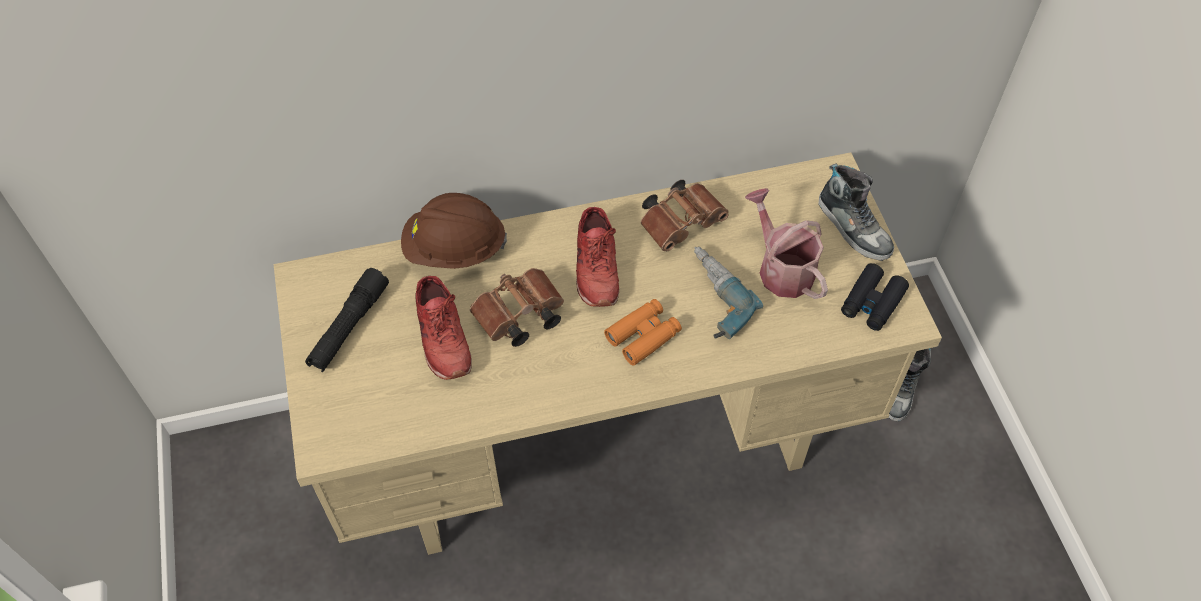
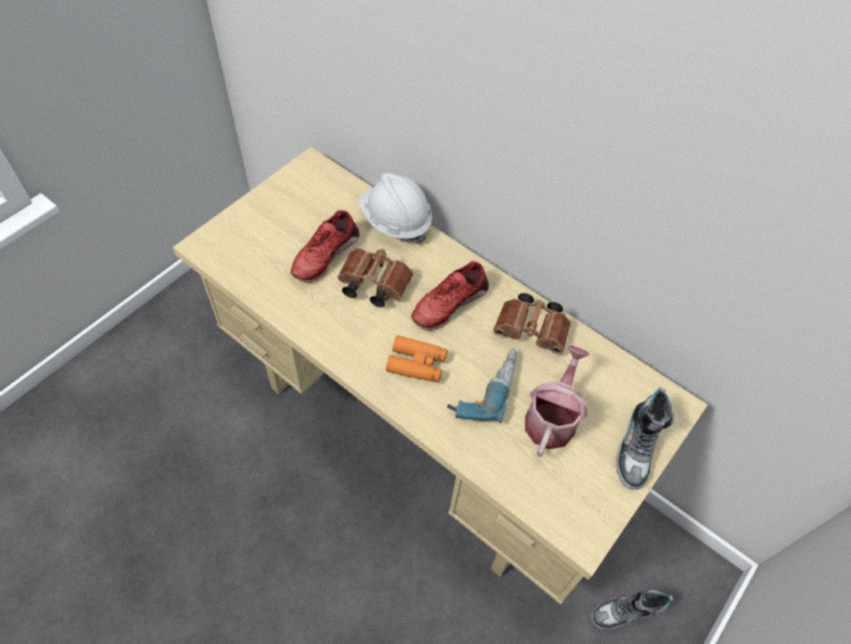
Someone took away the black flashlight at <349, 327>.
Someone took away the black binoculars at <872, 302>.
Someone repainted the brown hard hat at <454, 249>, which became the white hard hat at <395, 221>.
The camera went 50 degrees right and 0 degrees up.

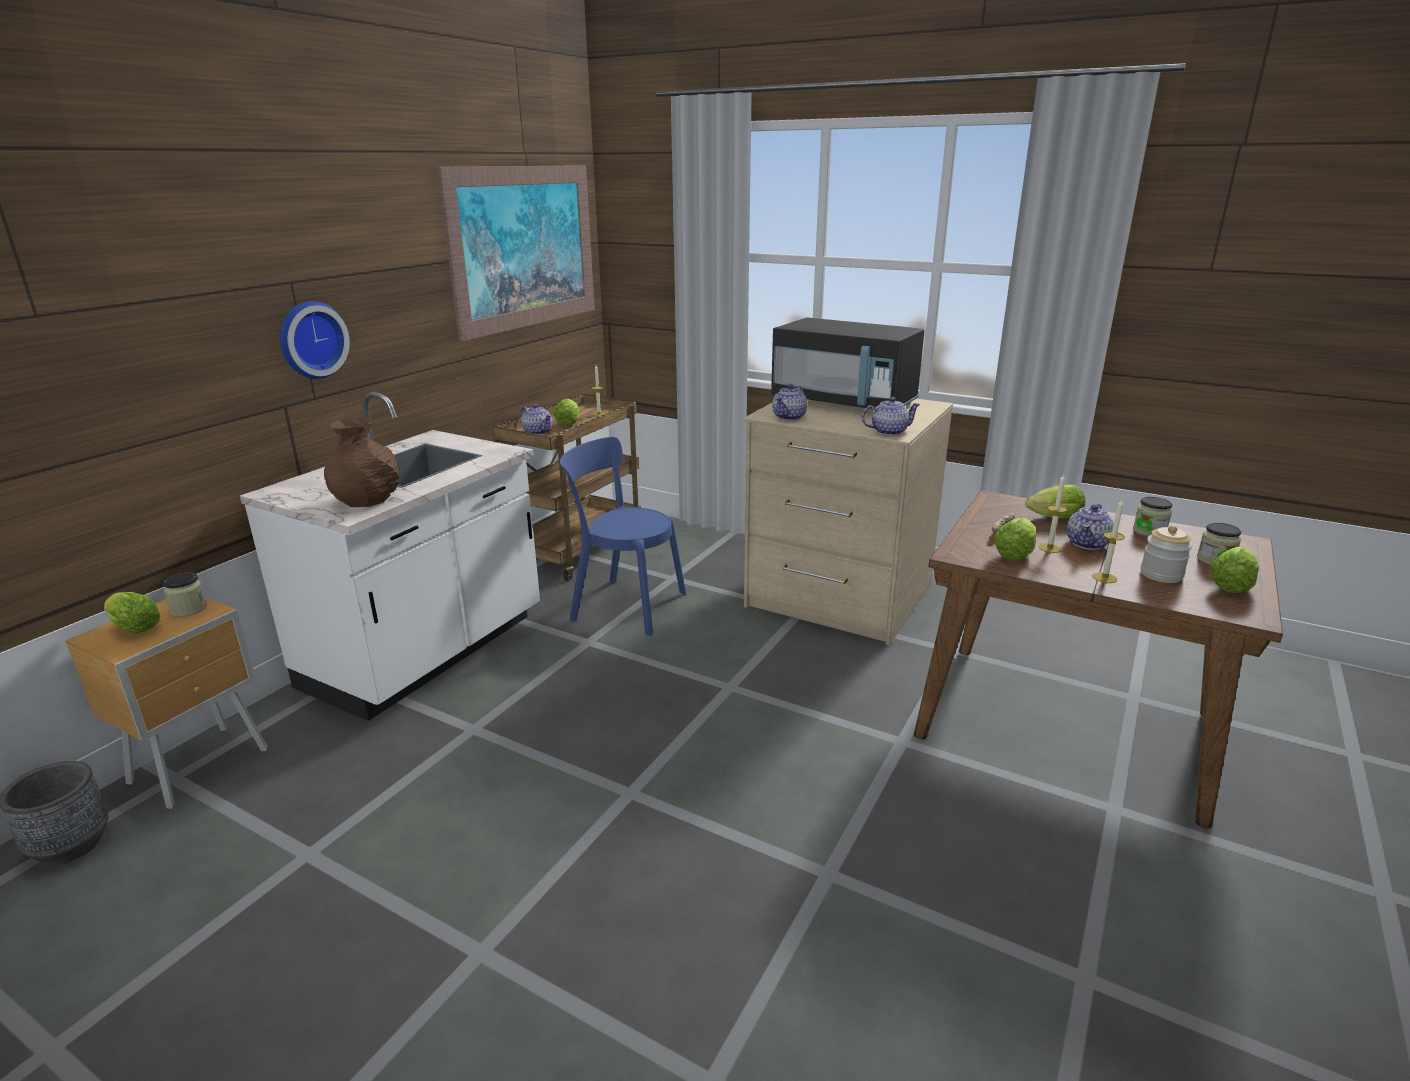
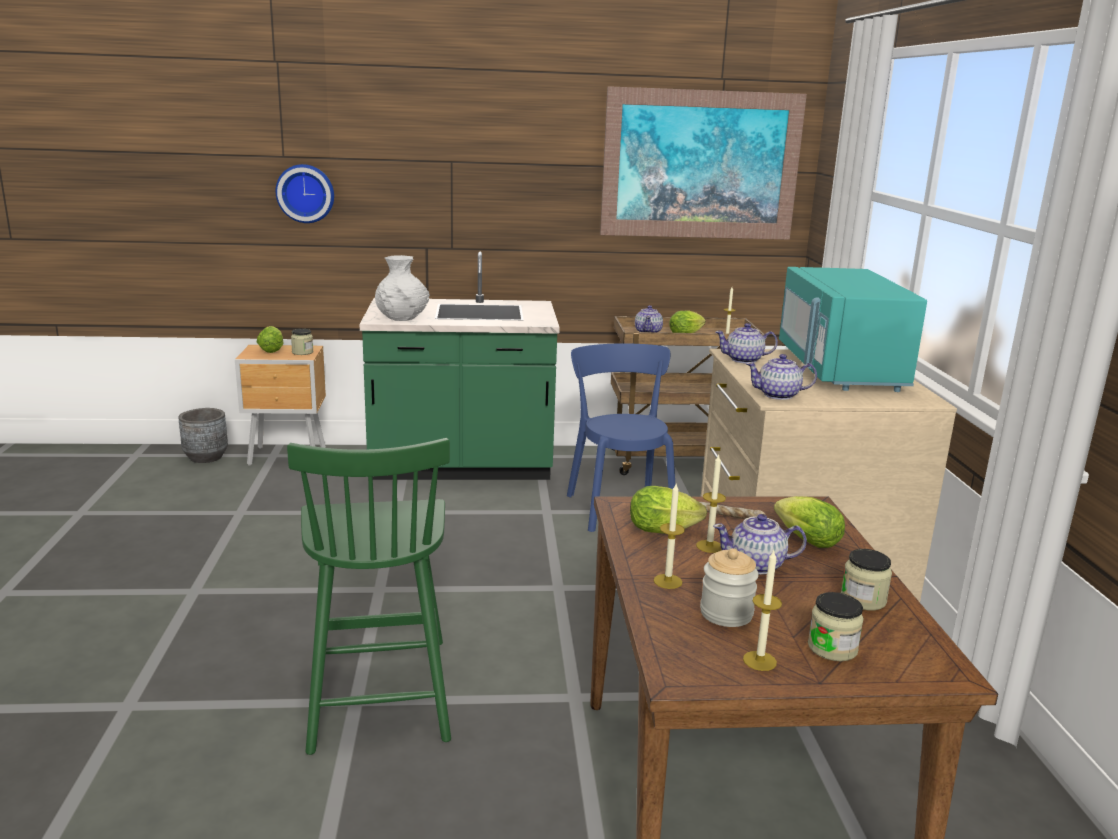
Someone put down the green chair at <379, 690>.
Someone carried the wall clock from <310, 339> to <306, 193>.
Someone swapped the lettuce at <1230, 585> for the candle at <759, 661>.
Someone repainted the white counter at <427, 653>, which became the green counter at <462, 467>.
Someone repainted the brown vase at <368, 500>, which became the white vase at <403, 318>.
Someone repainted the black microwave at <844, 403>, which became the turquoise microwave at <839, 370>.
Someone rotated the teapot at <888, 431> by 135 degrees clockwise.
The camera went 55 degrees right and 5 degrees down.

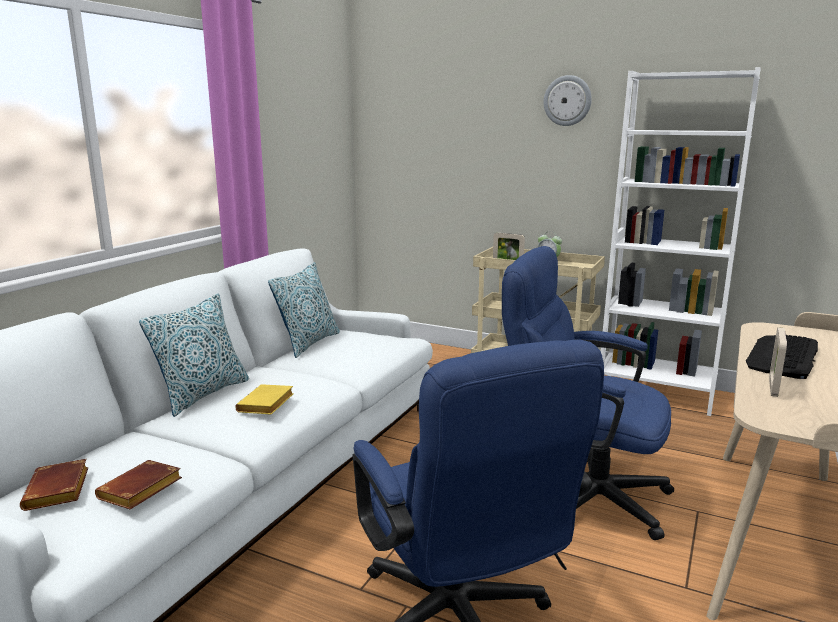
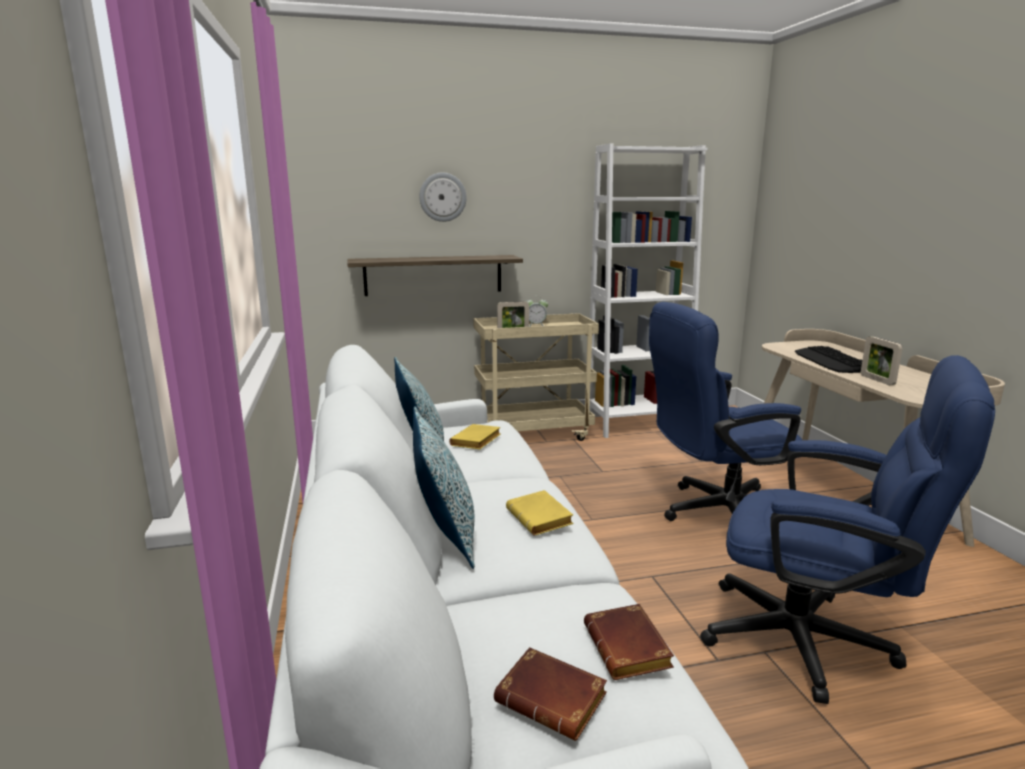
Someone put up the shelf at <433, 275>.
Someone put down the yellow book at <476, 442>.
Someone carried the wall clock from <567, 100> to <442, 197>.
The camera went 40 degrees left and 0 degrees up.

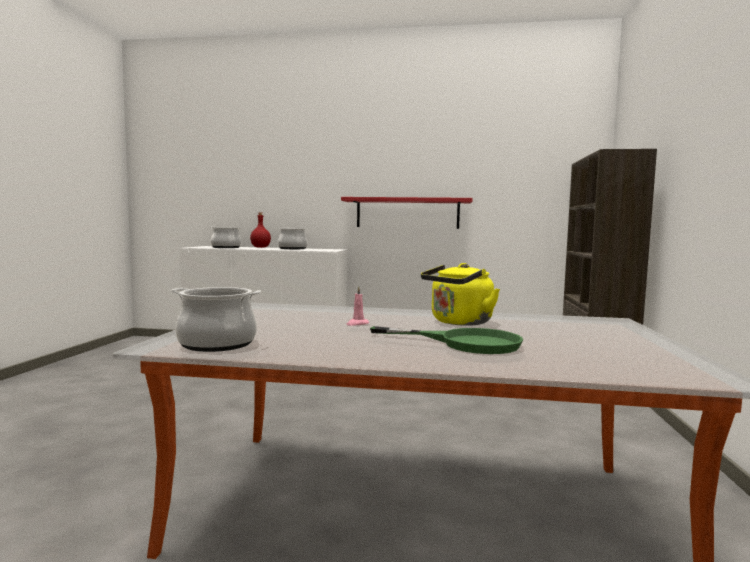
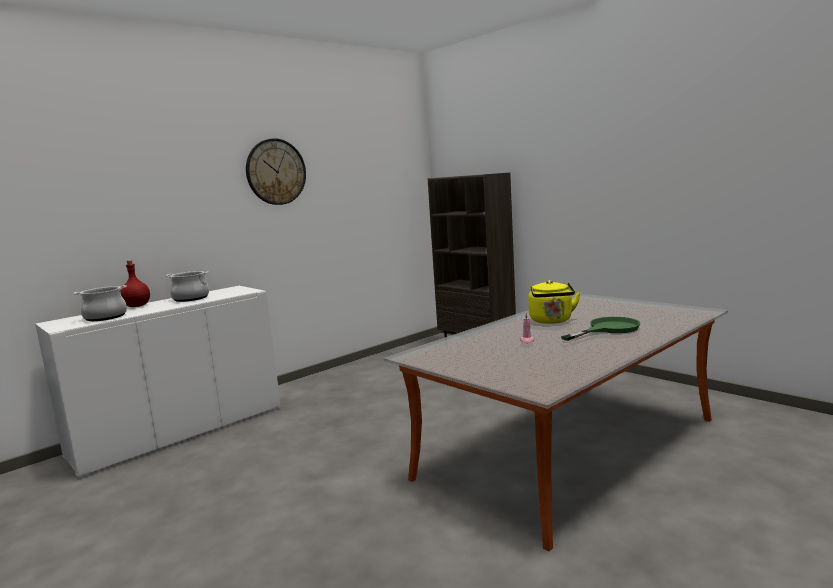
Someone took away the cooking pot at <217, 344>.
Someone took away the red shelf at <407, 213>.
Someone put up the wall clock at <276, 172>.
The camera went 50 degrees left and 5 degrees up.

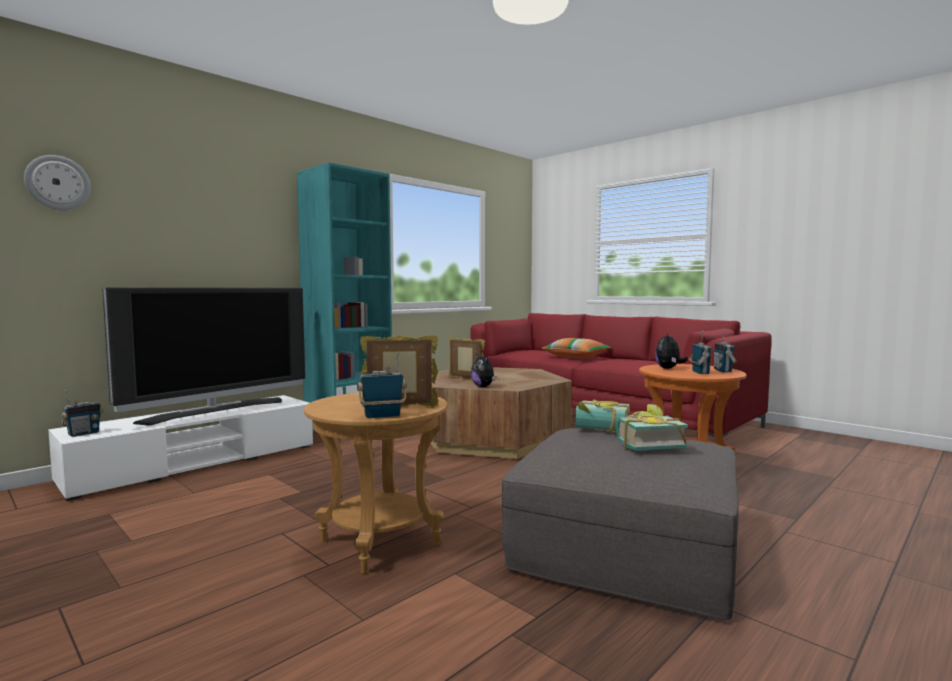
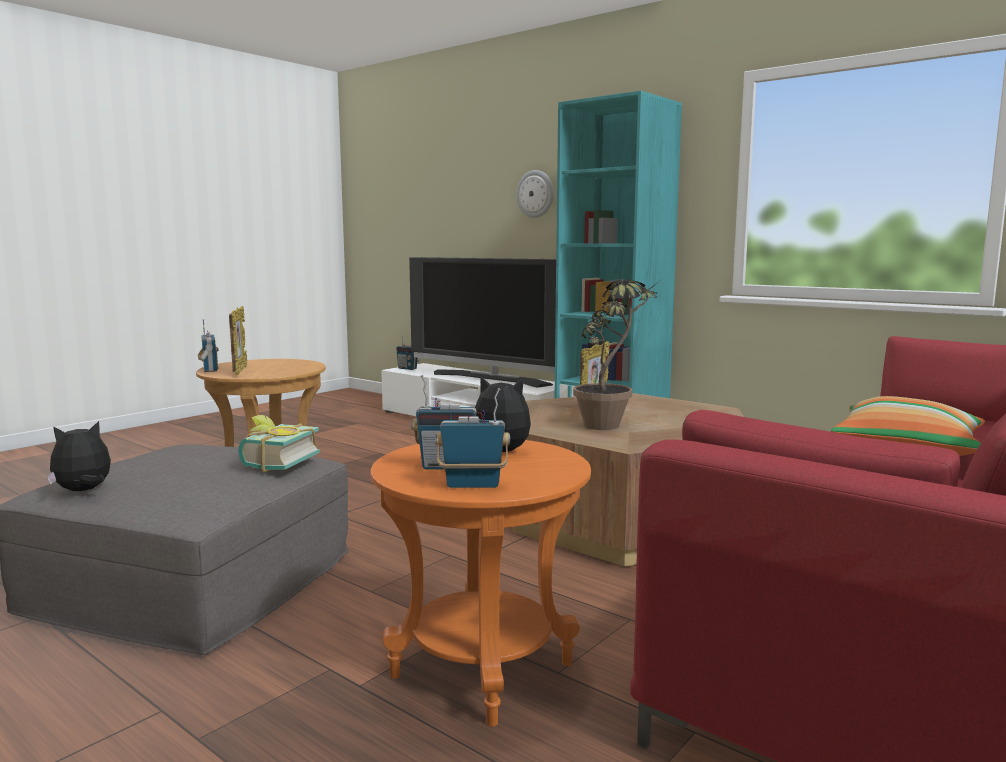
Someone took away the book at <647, 445>.
Someone put down the potted plant at <611, 424>.
Someone carried the wall clock from <58, 183> to <535, 194>.
Someone carried the plush toy from <483, 387> to <84, 491>.
The camera went 85 degrees right and 5 degrees up.

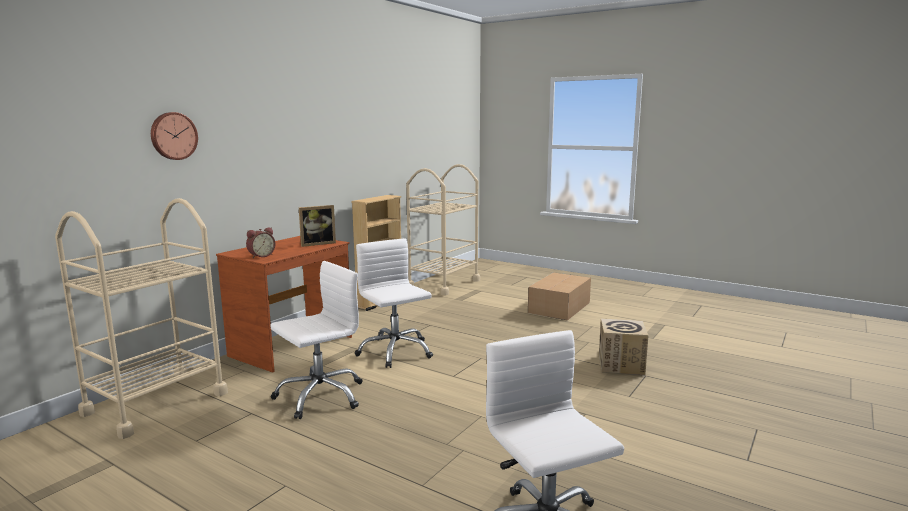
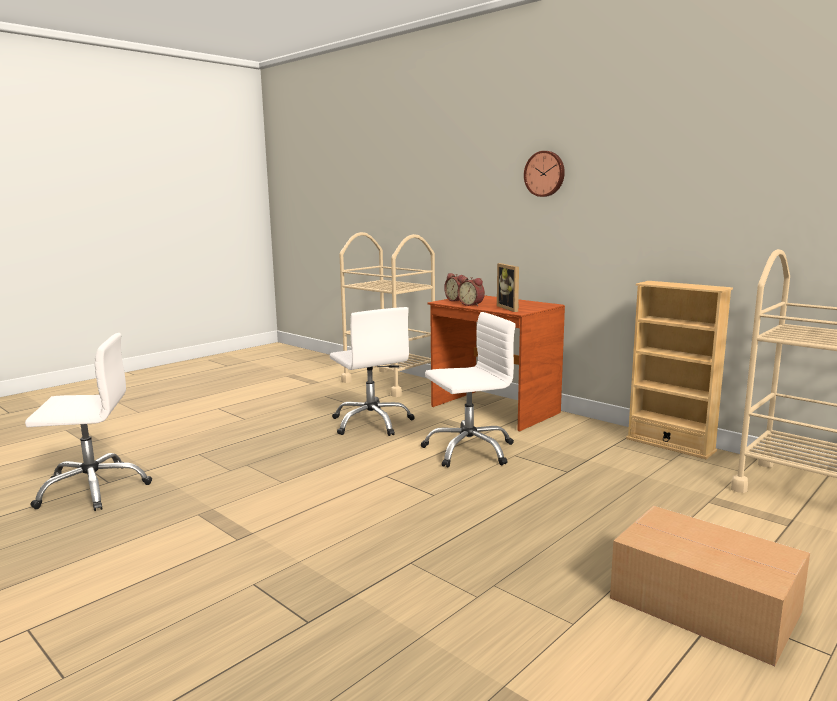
Someone took away the cardboard box at <621, 365>.
Someone put down the alarm clock at <472, 305>.
Someone carried the wall clock from <173, 136> to <545, 174>.
The camera went 100 degrees right and 0 degrees up.

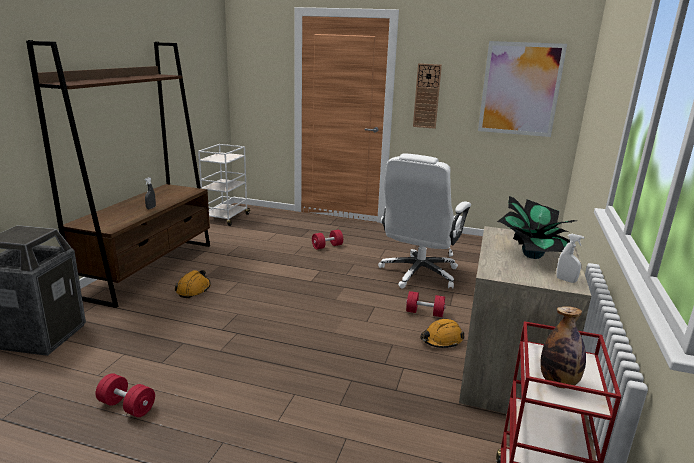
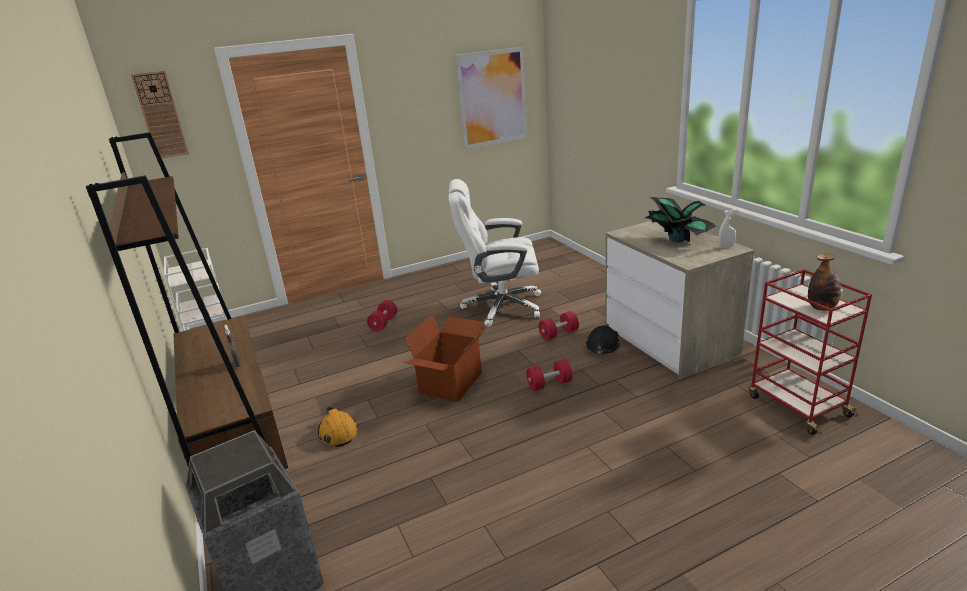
Someone put down the cardboard box at <452, 383>.
Someone carried the red dumbbell from <127, 406> to <549, 384>.
Someone carried the wall clock from <427, 96> to <161, 115>.
Someone repainted the orange hard hat at <441, 340>, which became the black hard hat at <602, 346>.
Someone rotated the white office chair at <418, 274> by 105 degrees clockwise.
The camera went 40 degrees left and 5 degrees up.

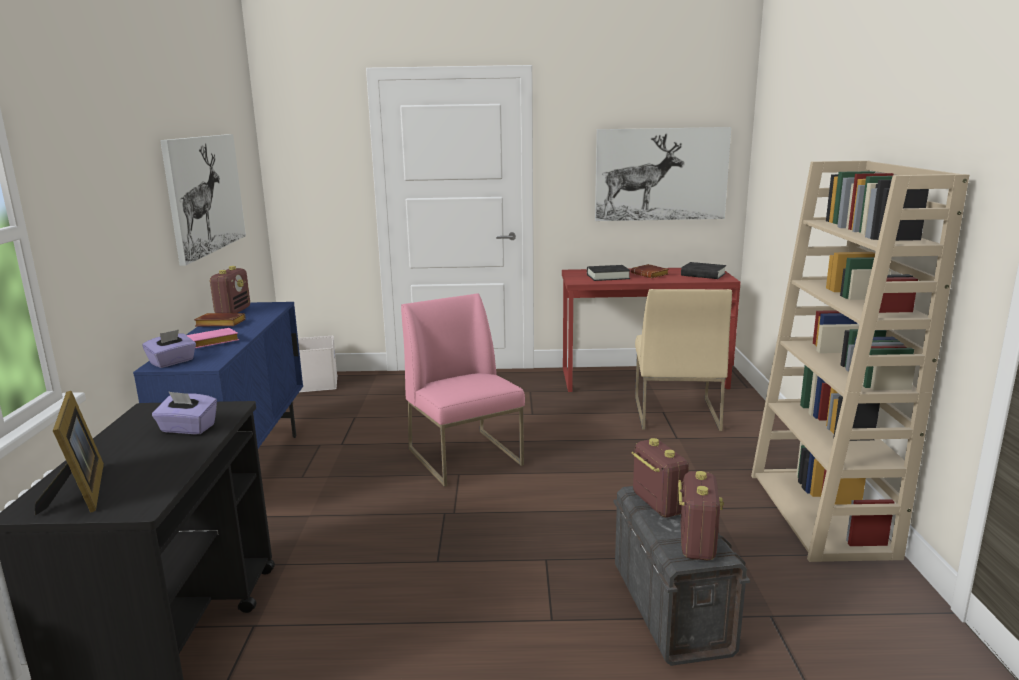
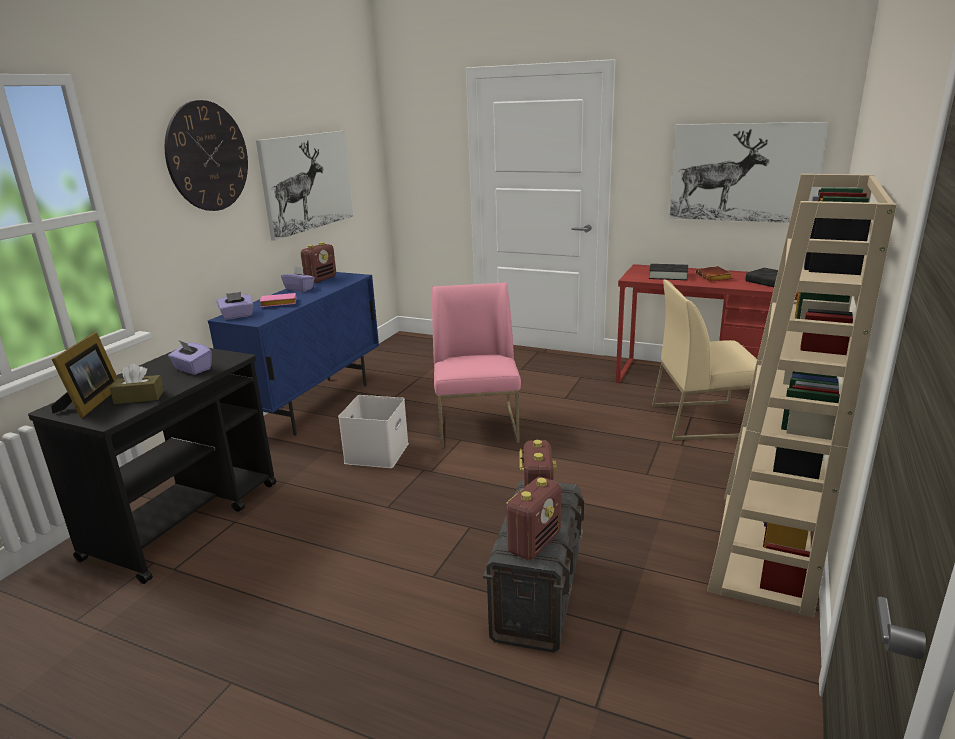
Someone put down the brown tissue box at <139, 397>.
Someone put up the wall clock at <207, 156>.
Someone carried the white storage box from <316, 383> to <377, 454>.
Someone swapped the brown book at <219, 324> for the purple tissue box at <299, 289>.
Someone rotated the beige chair at <675, 413> by 60 degrees clockwise.
The camera went 25 degrees right and 5 degrees up.

